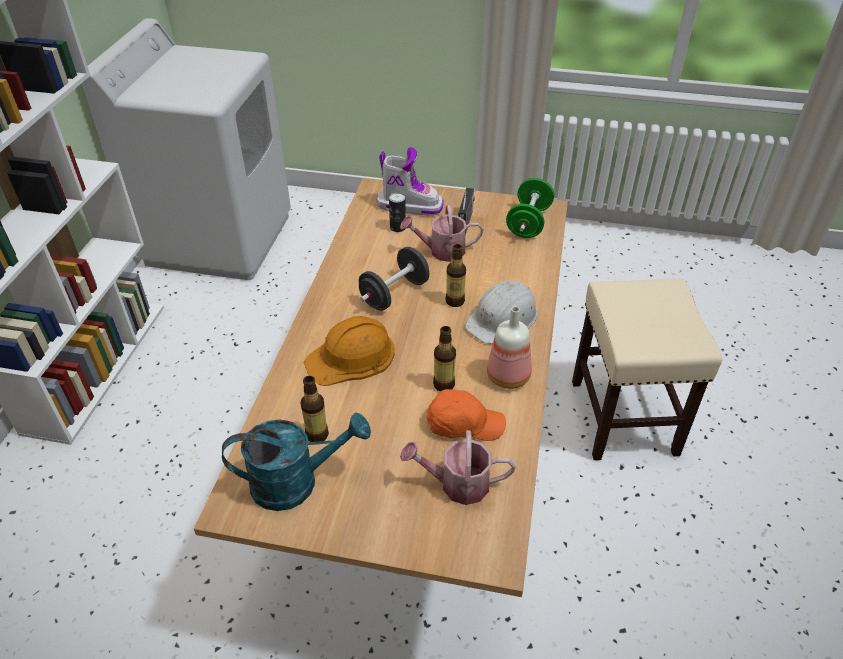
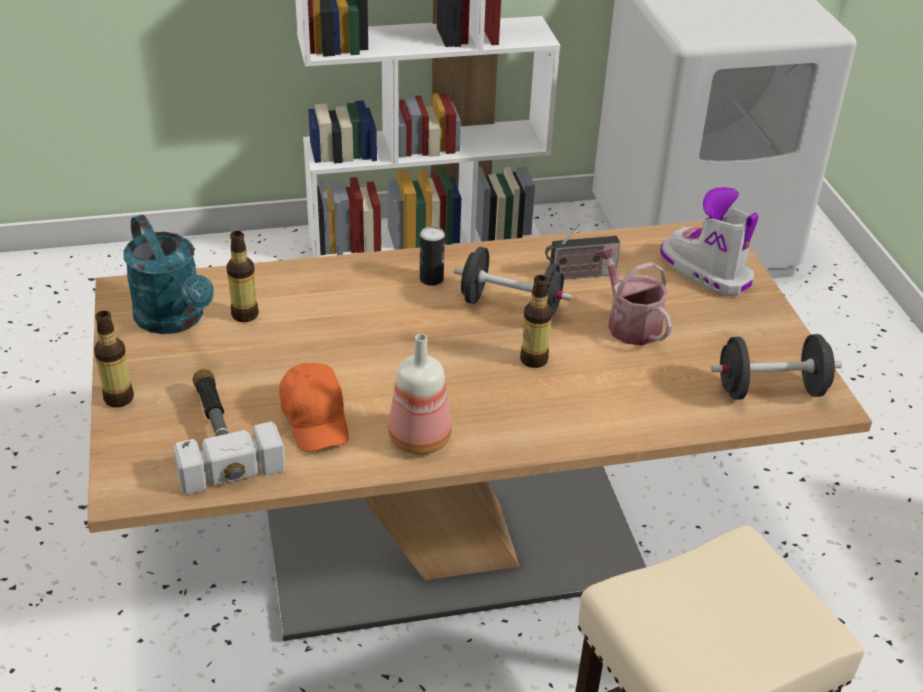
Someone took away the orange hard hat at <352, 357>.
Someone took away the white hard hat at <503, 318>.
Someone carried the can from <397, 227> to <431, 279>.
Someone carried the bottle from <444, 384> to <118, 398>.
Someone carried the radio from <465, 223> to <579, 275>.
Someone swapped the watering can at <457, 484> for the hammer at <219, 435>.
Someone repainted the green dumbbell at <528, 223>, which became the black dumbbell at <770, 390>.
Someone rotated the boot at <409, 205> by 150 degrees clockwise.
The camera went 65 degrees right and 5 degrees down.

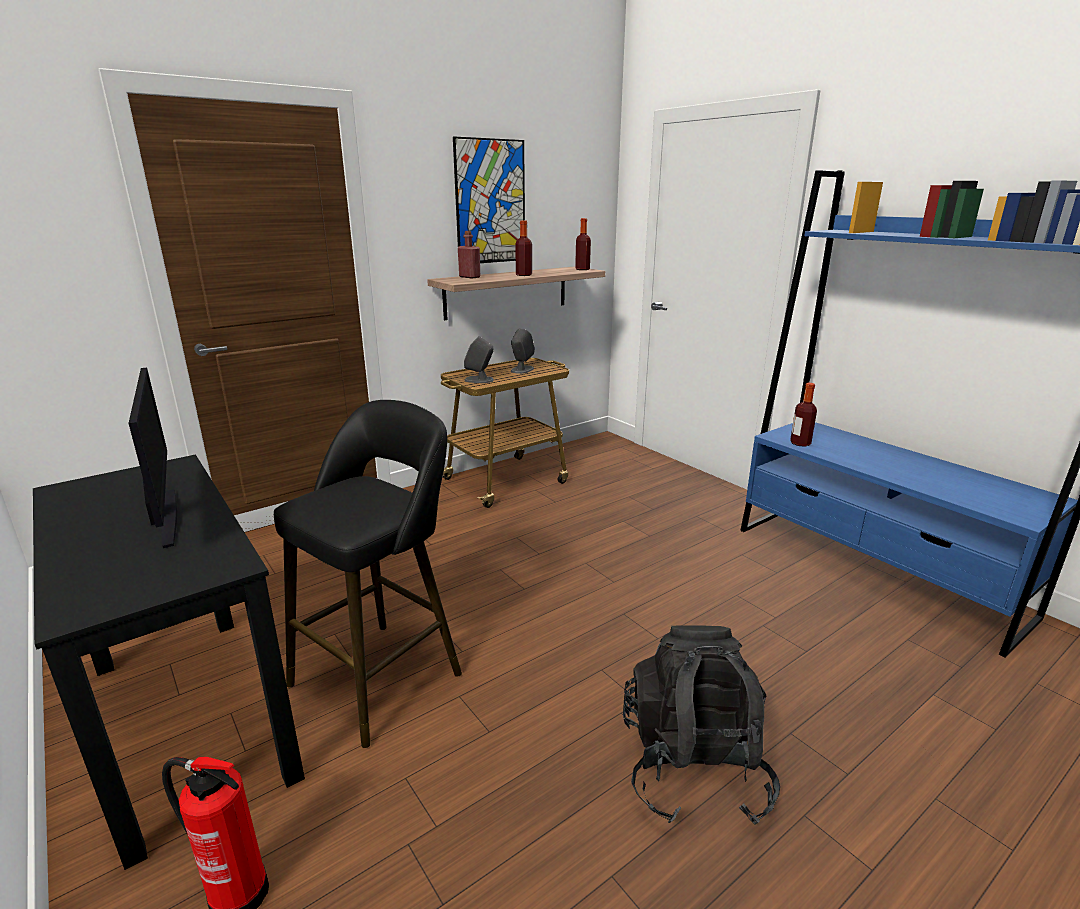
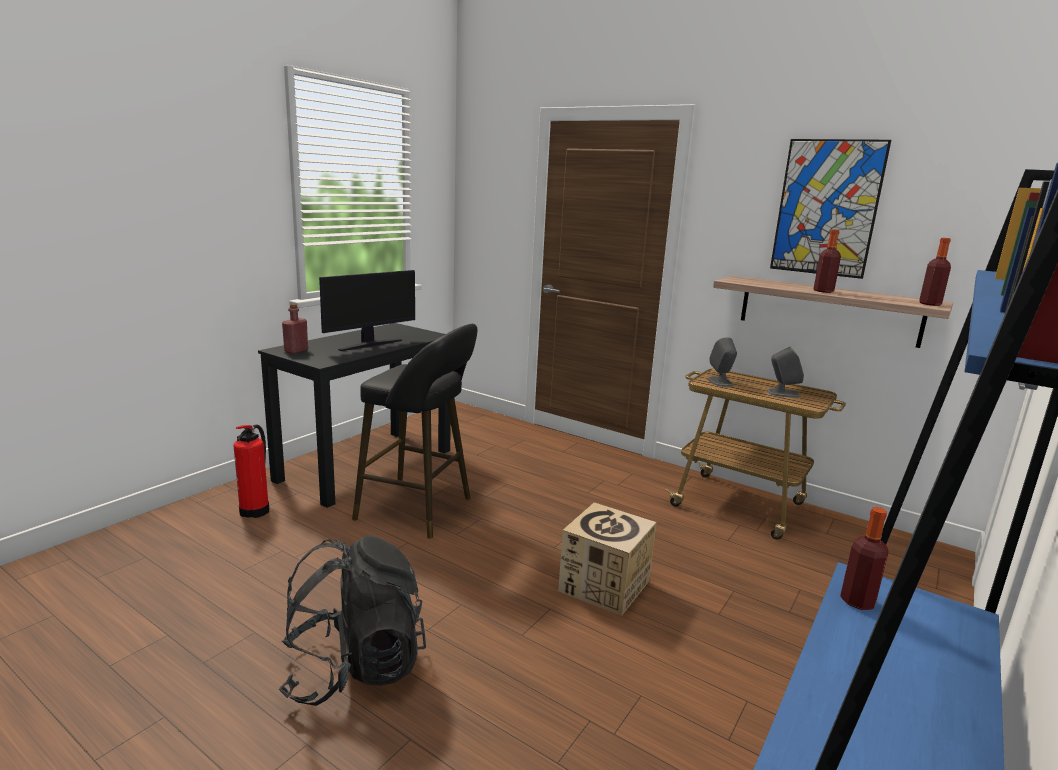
Someone put down the cardboard box at <604, 586>.
Someone carried the red bottle from <469, 277> to <296, 351>.
The camera went 70 degrees right and 5 degrees down.

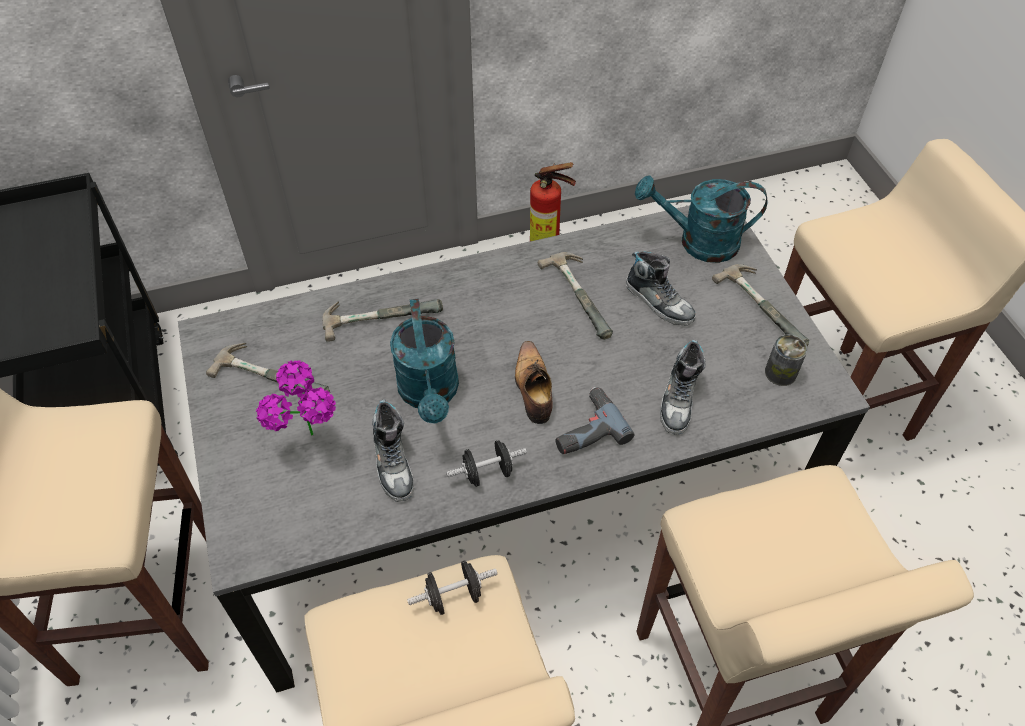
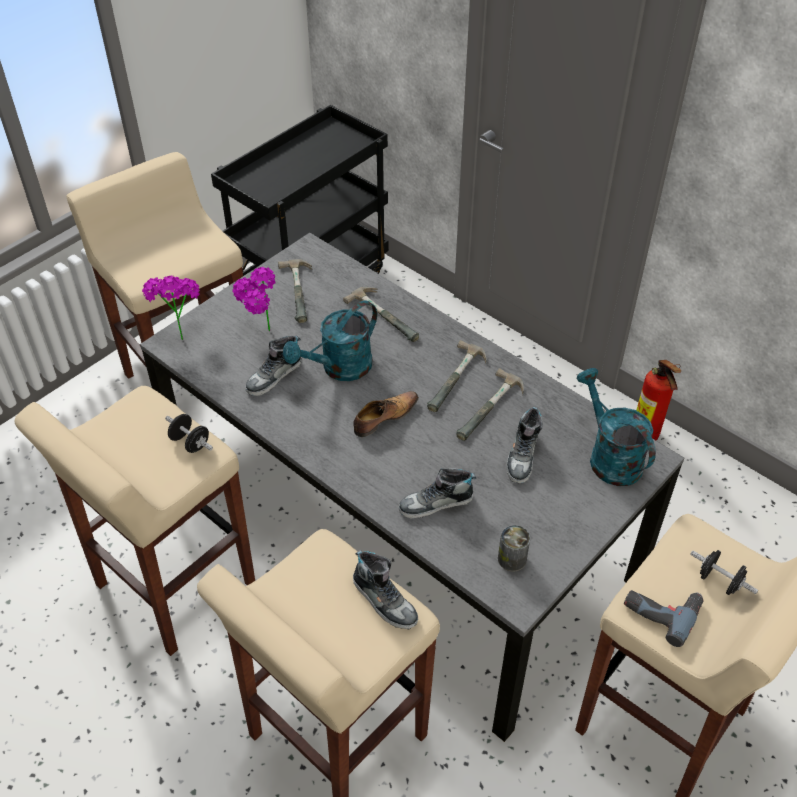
Someone put down the potted plant at <179, 333>.
Someone put down the shoe at <385, 600>.
Someone carried the black dumbbell from <487, 473> to <719, 581>.
Someone carried the power drill from <585, 428> to <662, 609>.
Someone carried the hammer from <767, 306> to <459, 381>.
The camera went 60 degrees right and 5 degrees down.

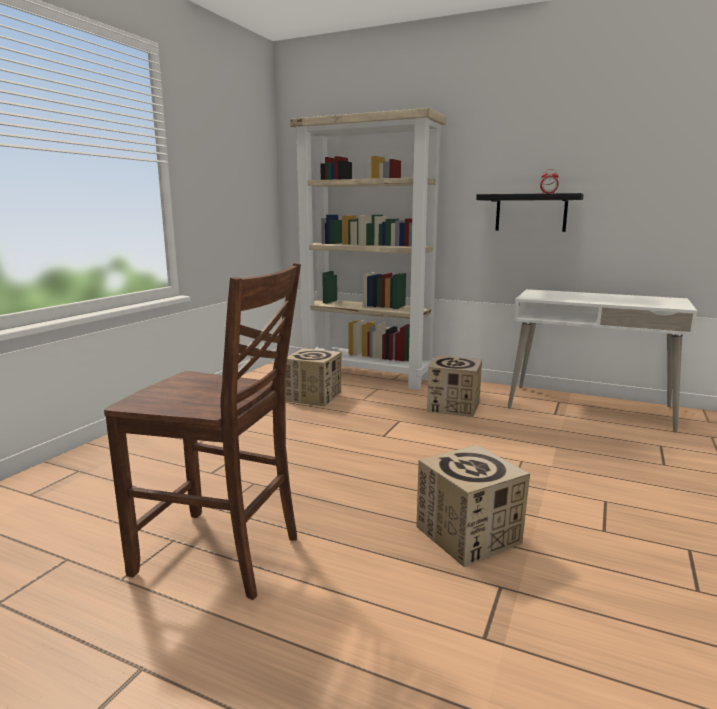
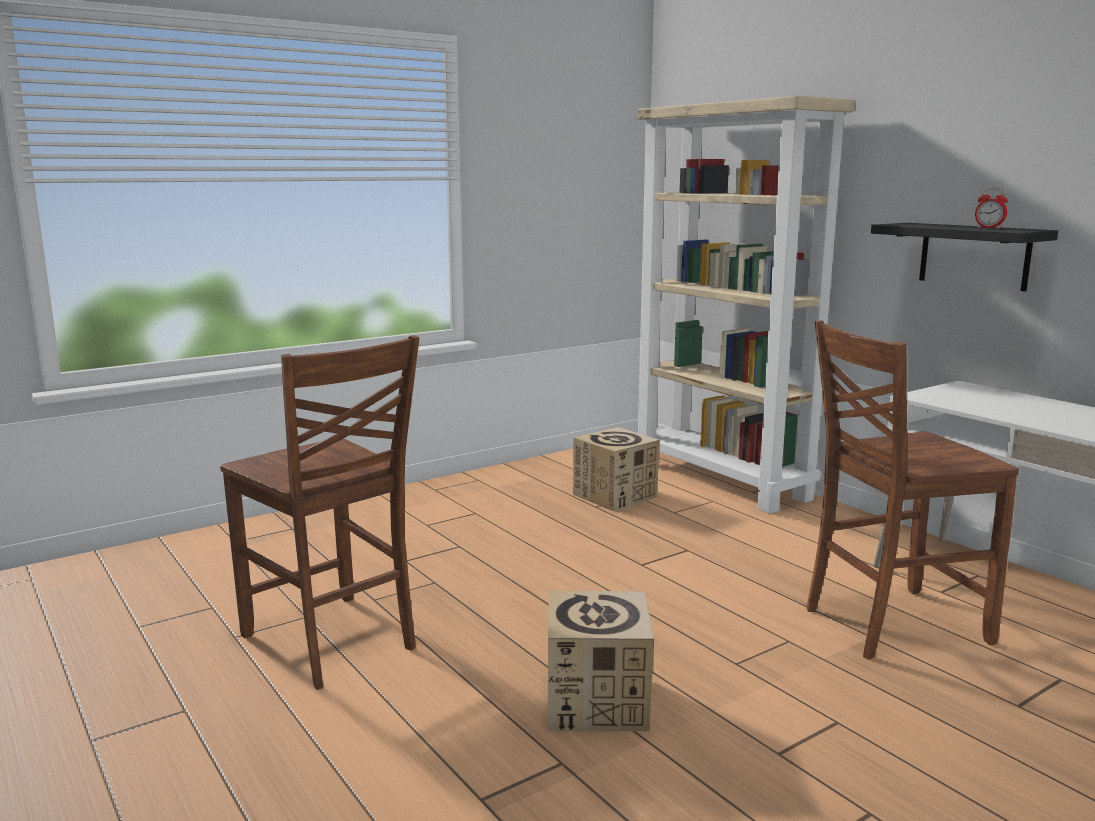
Someone took away the cardboard box at <453, 406>.
Someone put down the brown chair at <890, 624>.
The camera went 30 degrees right and 0 degrees up.

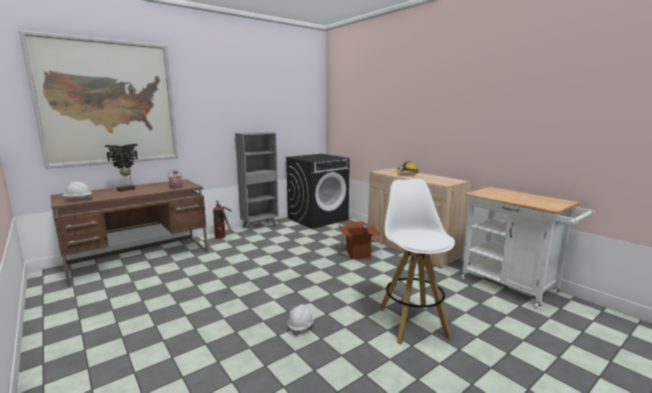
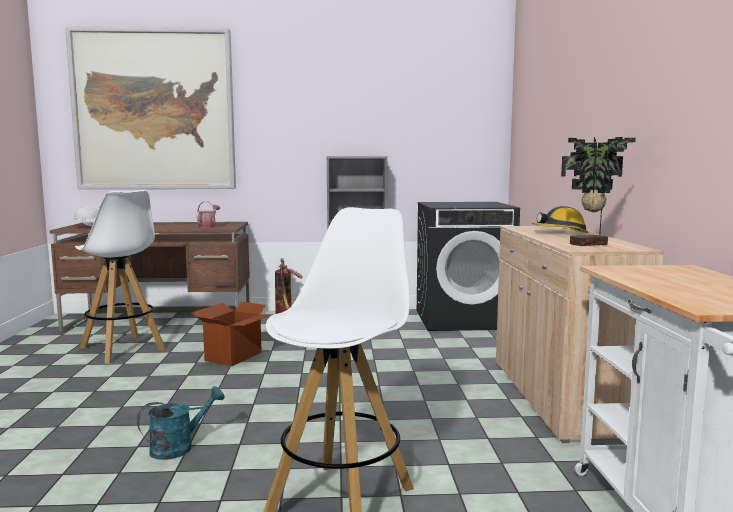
Someone put down the white stool at <123, 349>.
Someone carried the potted plant from <127, 189> to <590, 244>.
Someone carried the cardboard box from <358, 253> to <234, 356>.
Someone swapped the white hard hat at <300, 326> for the turquoise watering can at <179, 447>.
The camera went 35 degrees right and 5 degrees down.

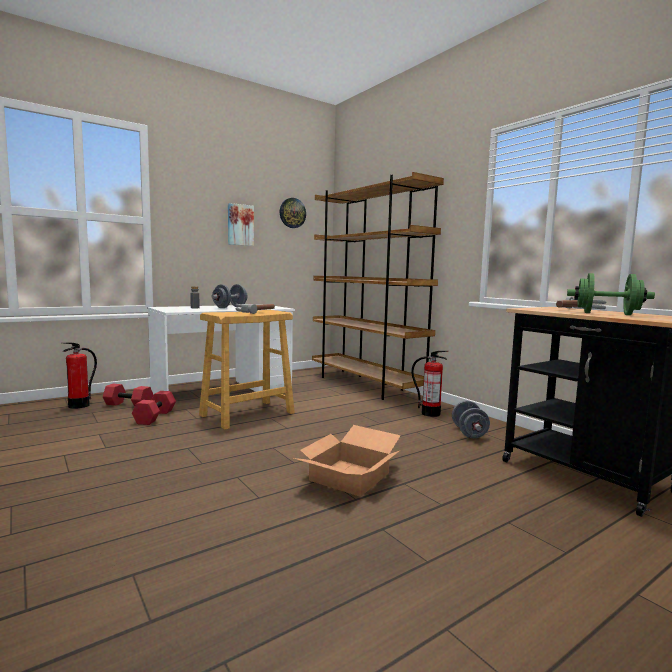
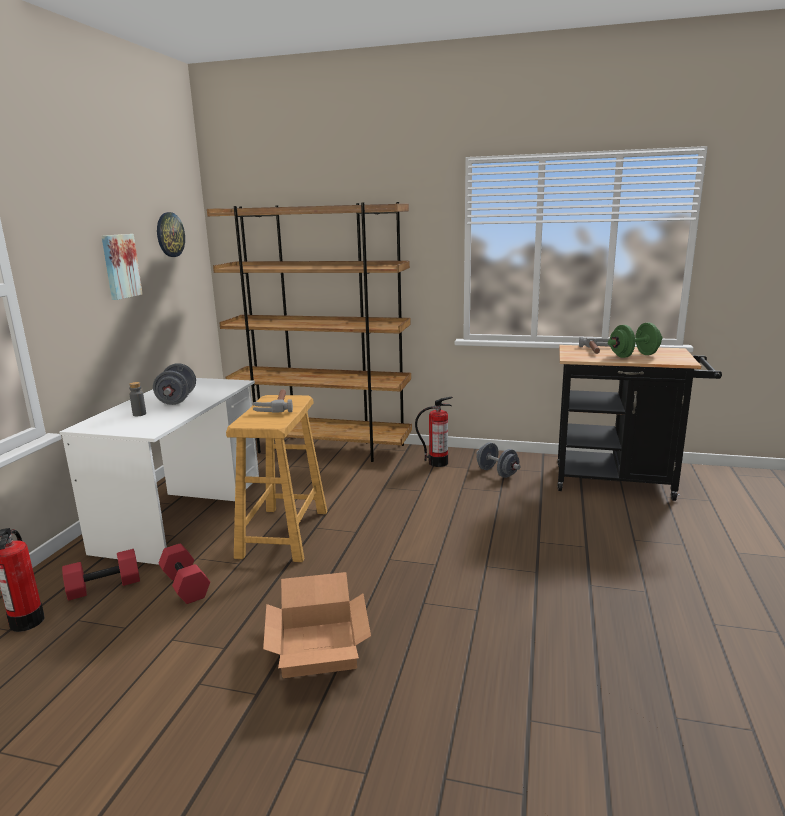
Someone carried the cardboard box from <349, 476> to <317, 647>.
The camera went 40 degrees left and 10 degrees up.

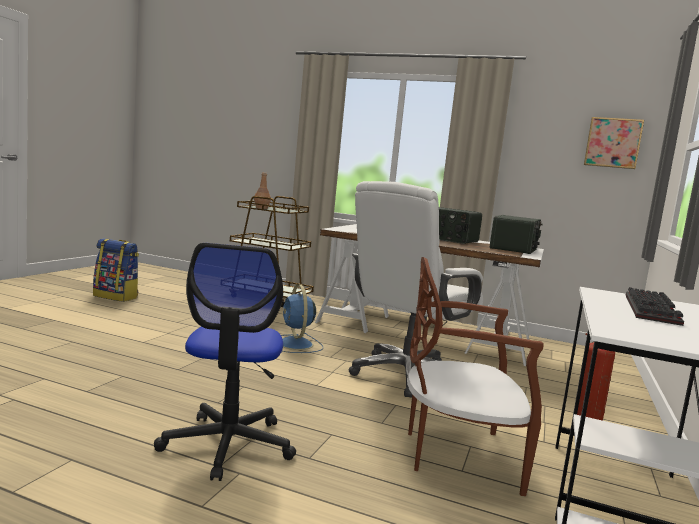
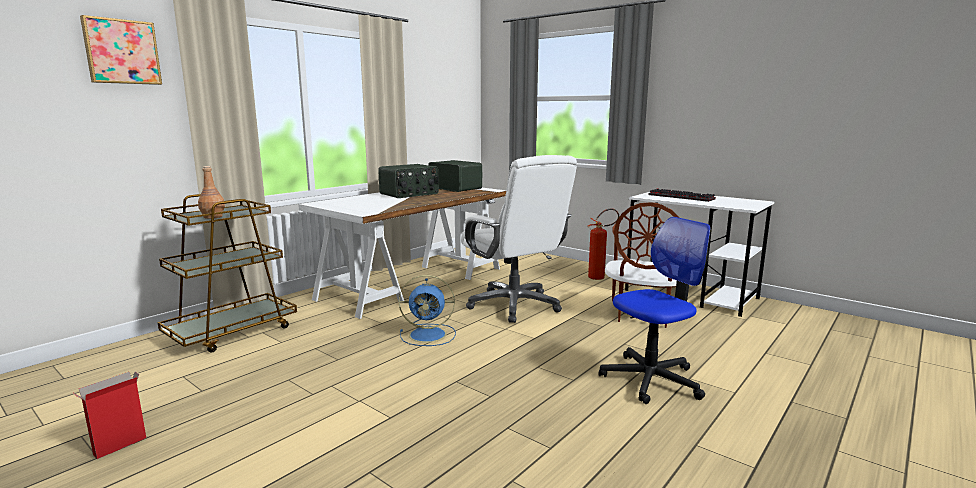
Someone carried the picture from <612, 143> to <121, 52>.
Someone swapped the backpack at <116, 297> for the cardboard box at <119, 446>.
Someone rotated the office chair at <228, 445> by 45 degrees counterclockwise.
The camera went 70 degrees left and 5 degrees up.

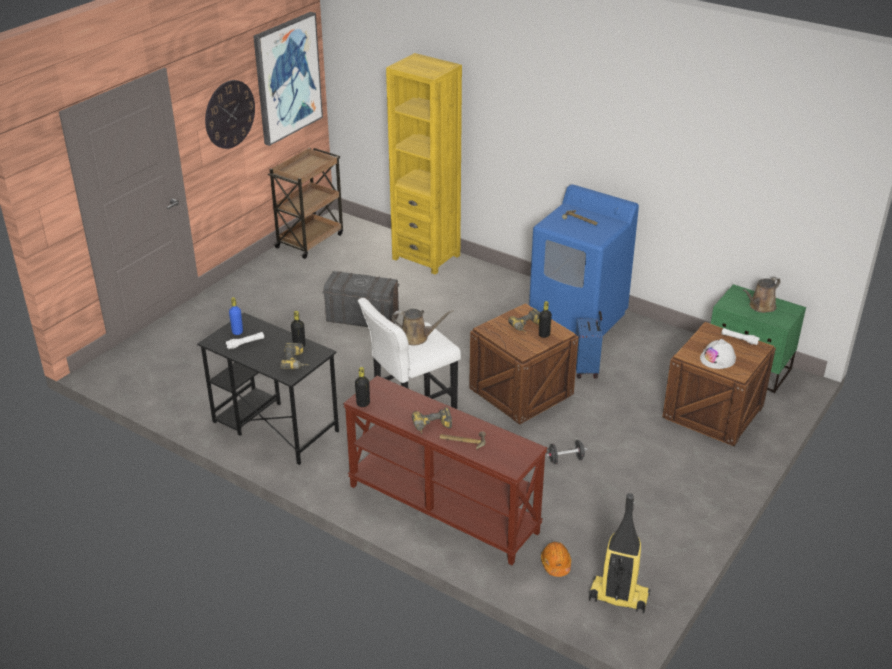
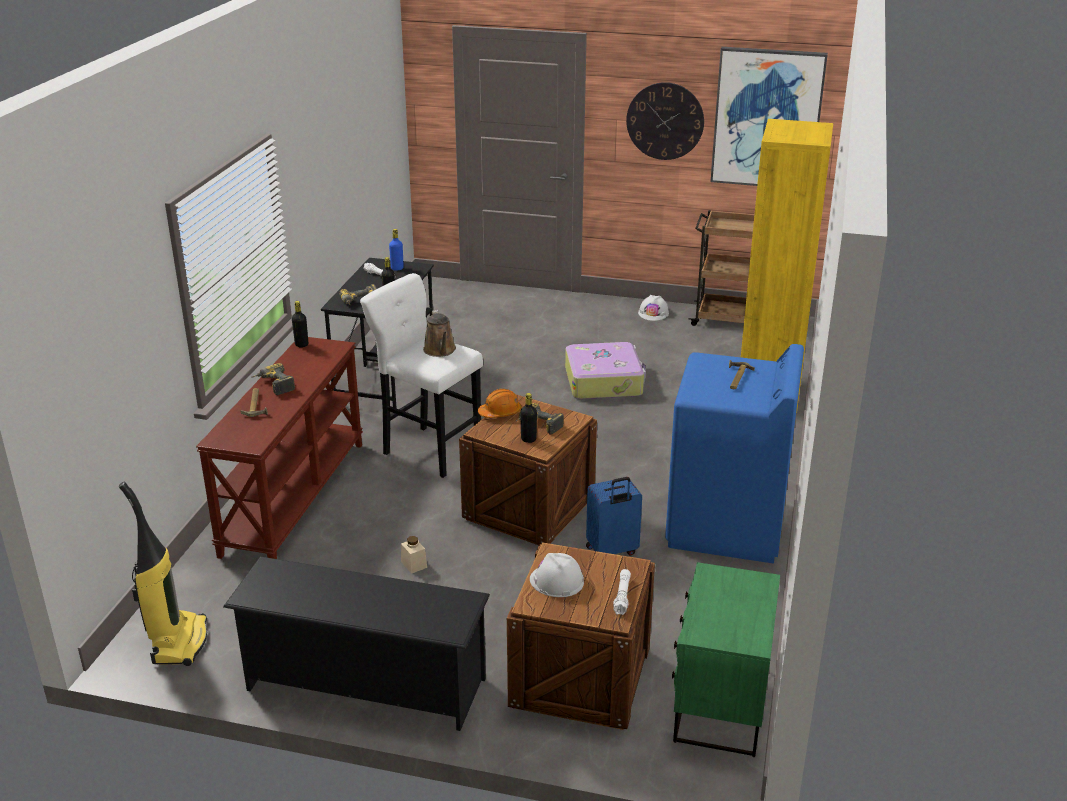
Someone took away the brown watering can at <760, 307>.
Someone put down the black shoe rack at <364, 684>.
Someone put down the white hard hat at <653, 313>.
Someone carried the orange hard hat from <555, 564> to <500, 412>.
Someone swapped the grey storage box at <362, 318> for the suitcase at <604, 381>.
Someone swapped the black dumbbell at <565, 459> for the beige jar at <414, 564>.
The camera went 70 degrees right and 5 degrees down.

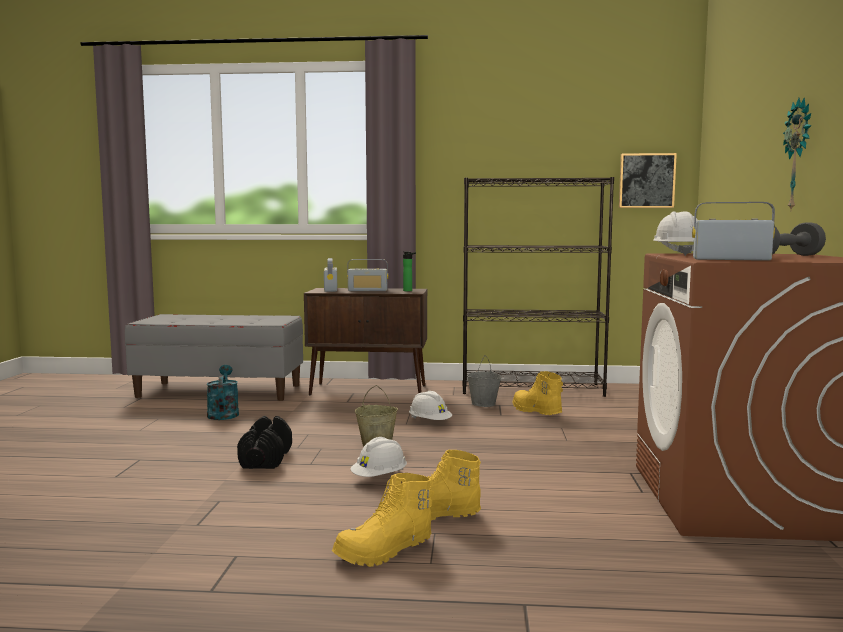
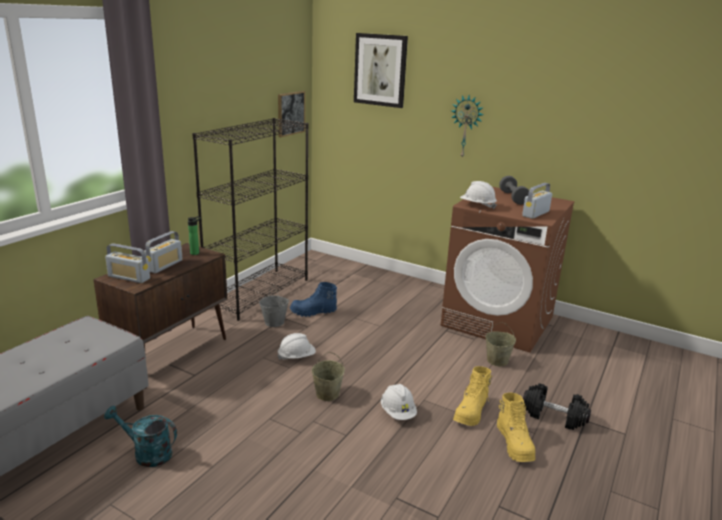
Someone put up the picture at <380, 70>.
Someone put down the beige bucket at <497, 360>.
Someone carried the black dumbbell from <266, 459> to <554, 416>.
Someone repainted the yellow boot at <535, 411>, which became the blue boot at <313, 312>.
The camera went 65 degrees left and 15 degrees up.

